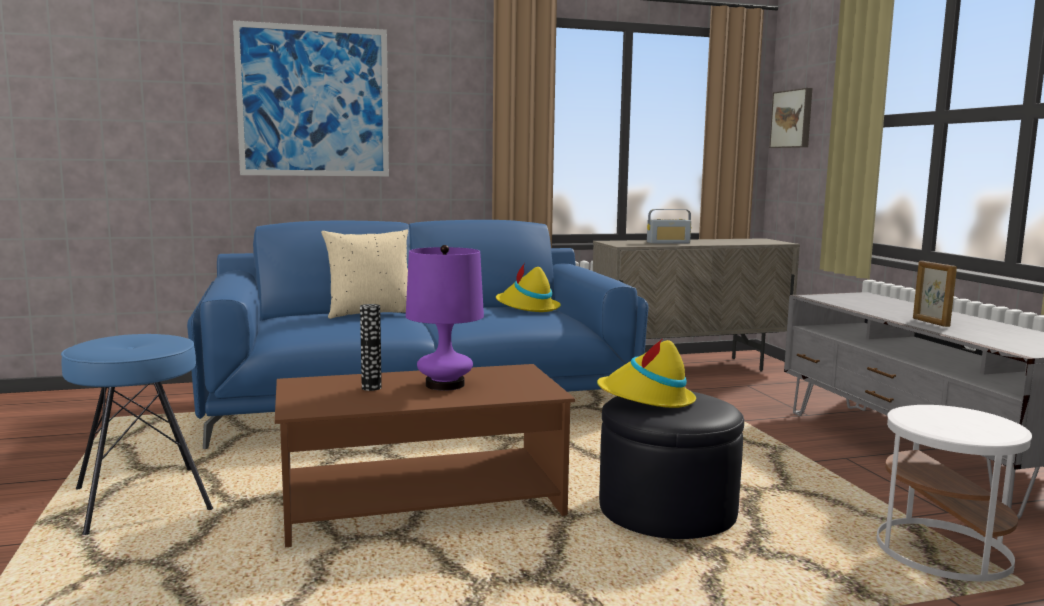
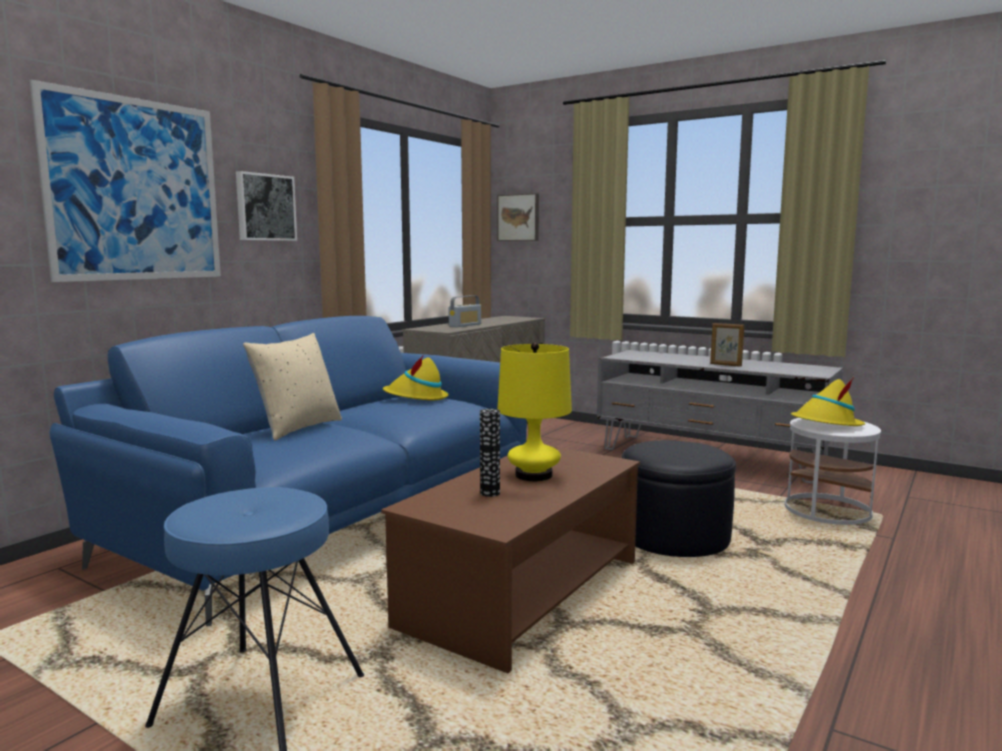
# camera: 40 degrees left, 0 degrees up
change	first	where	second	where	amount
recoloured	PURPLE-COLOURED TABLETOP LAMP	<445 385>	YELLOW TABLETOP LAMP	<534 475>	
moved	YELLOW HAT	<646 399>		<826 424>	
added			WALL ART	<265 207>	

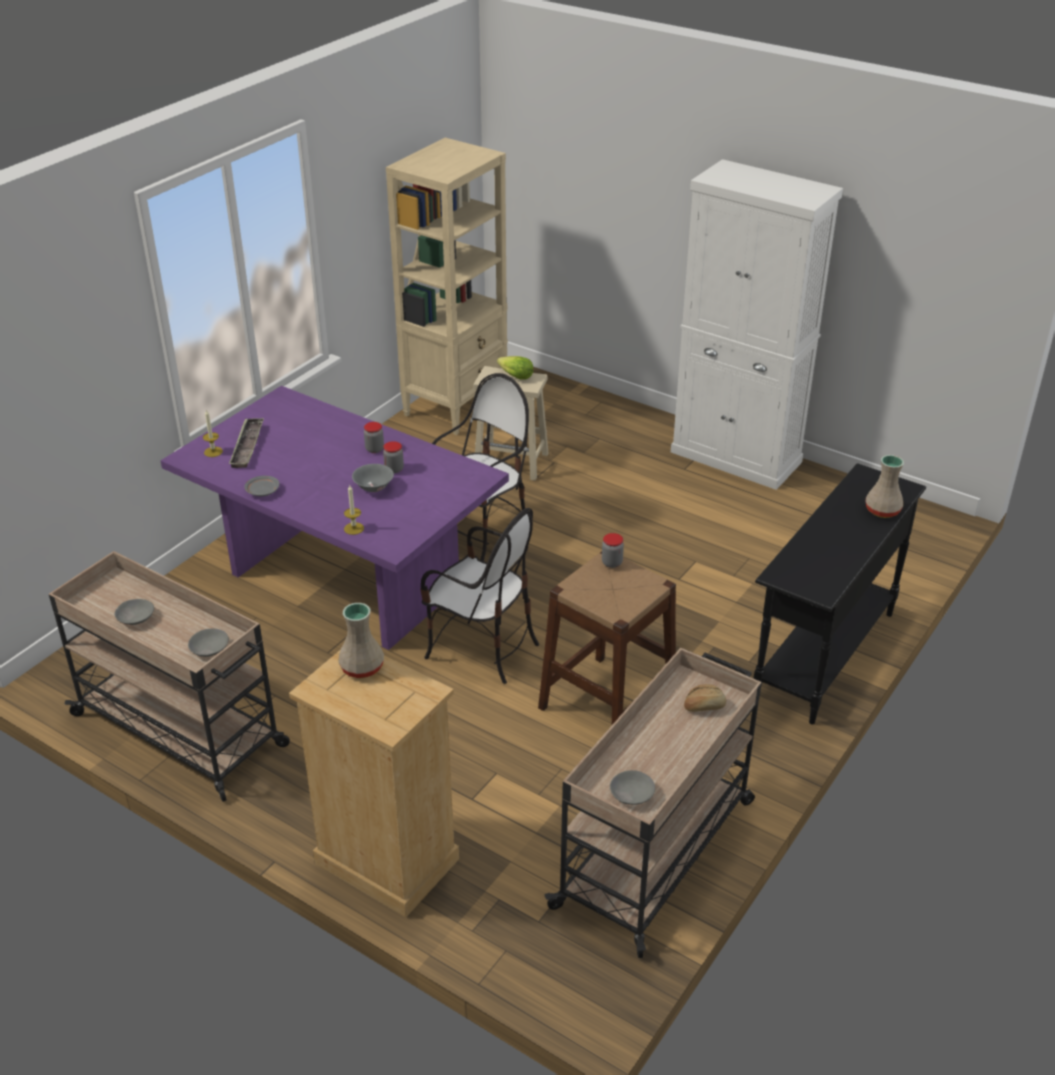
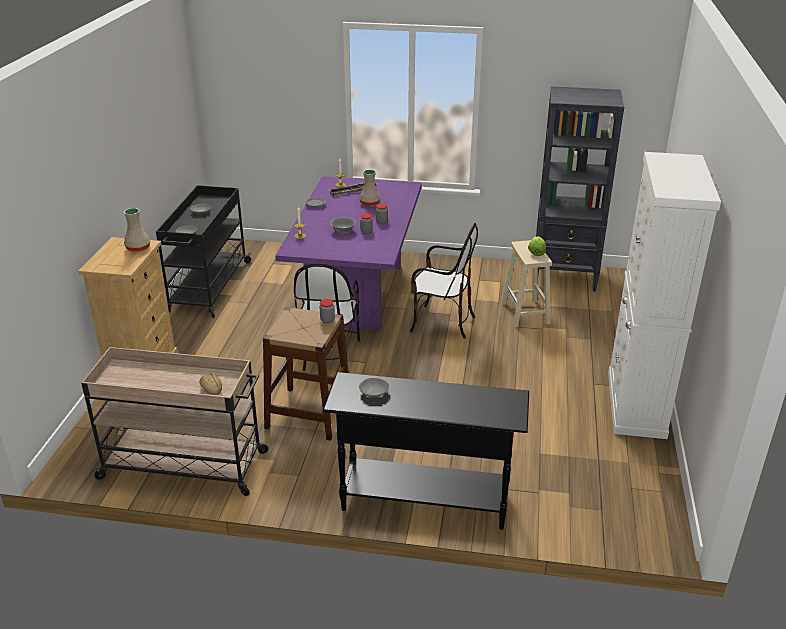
# camera: 65 degrees right, 5 degrees down
change	first	where	second	where	amount
recoloured	BEIGE-COLOURED BOOKCASE	<456 406>	BLACKISH BOOKCASE	<565 277>	
moved	BEIGE-COLOURED FLOWER VASE	<882 510>		<370 203>	
recoloured	BEIGE-COLOURED WHEELED CART	<181 731>	BLACKISH WHEELED CART	<209 287>	
moved	GRAY BOWL	<631 794>		<373 392>	

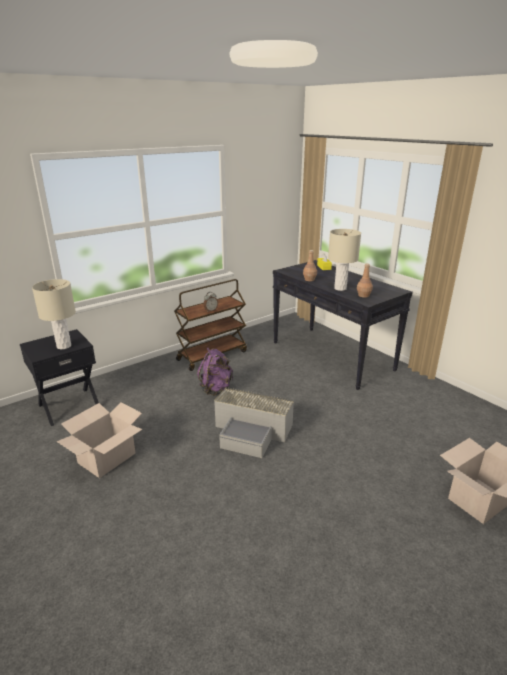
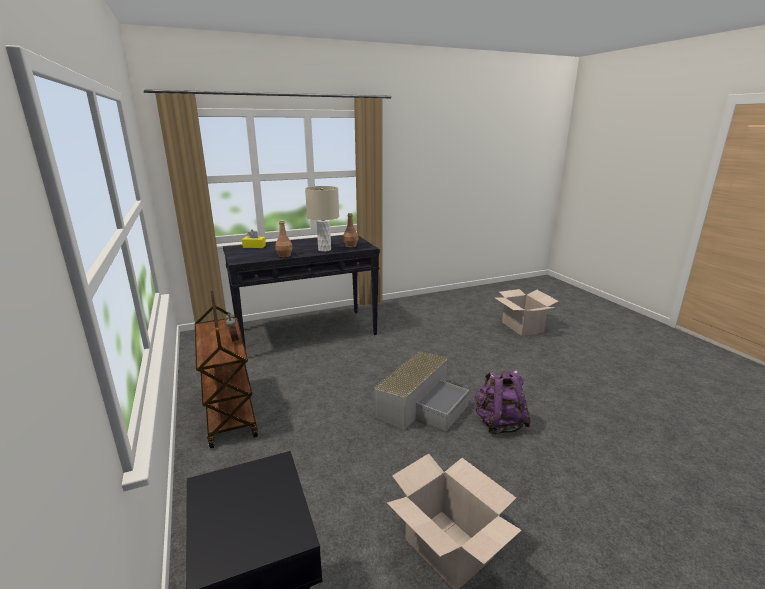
# camera: 75 degrees left, 5 degrees down
change	first	where	second	where	amount
removed	BEIGE-COLOURED TABLETOP LAMP	<63 346>			
moved	PURPLE-COLOURED KNAPSACK	<216 389>		<499 424>	

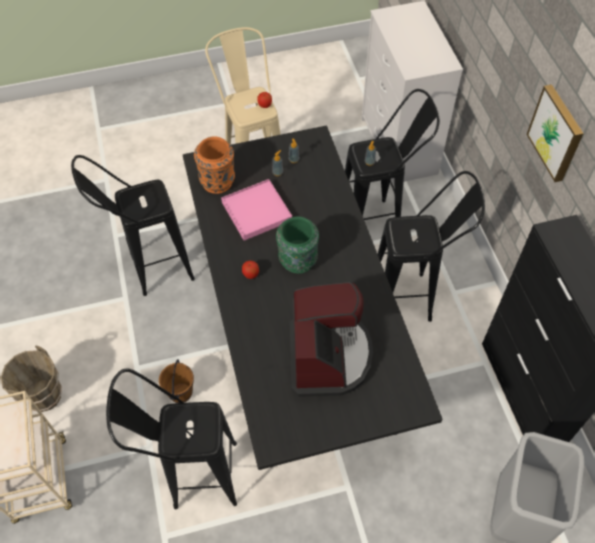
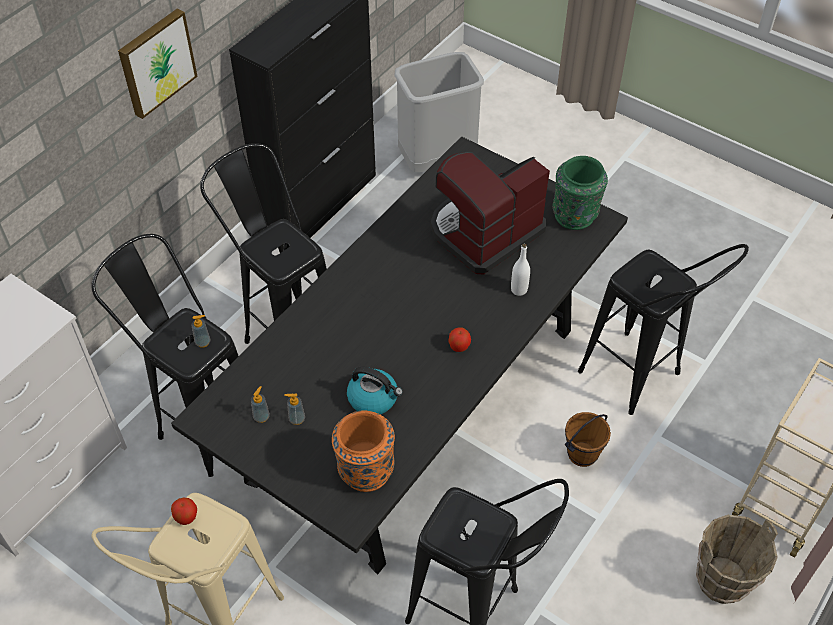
# camera: 130 degrees left, 5 degrees down
change	first	where	second	where	amount
replaced	PINK-COLOURED TRAY	<257 211>	WATER KETTLE	<374 398>	
moved	GREEN FLOWER VASE	<297 261>		<575 215>	
added			WHITISH DRINK BOTTLE	<519 290>	

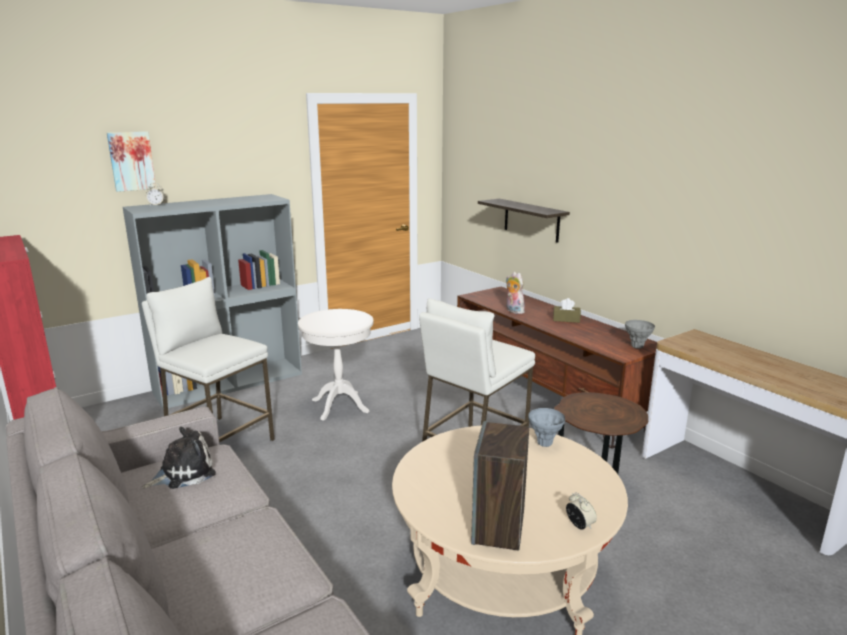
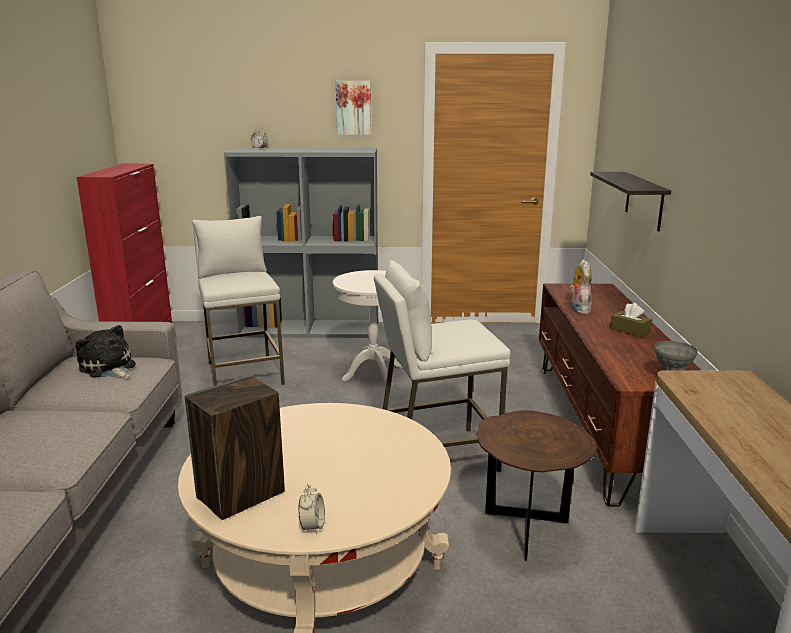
# camera: 35 degrees right, 0 degrees up
change	first	where	second	where	amount
moved	WALL ART	<131 161>		<353 107>	
removed	GRAY FLOWER VASE	<544 443>			
turned	PLUSH TOY	<183 472>		<108 368>	135 degrees counterclockwise

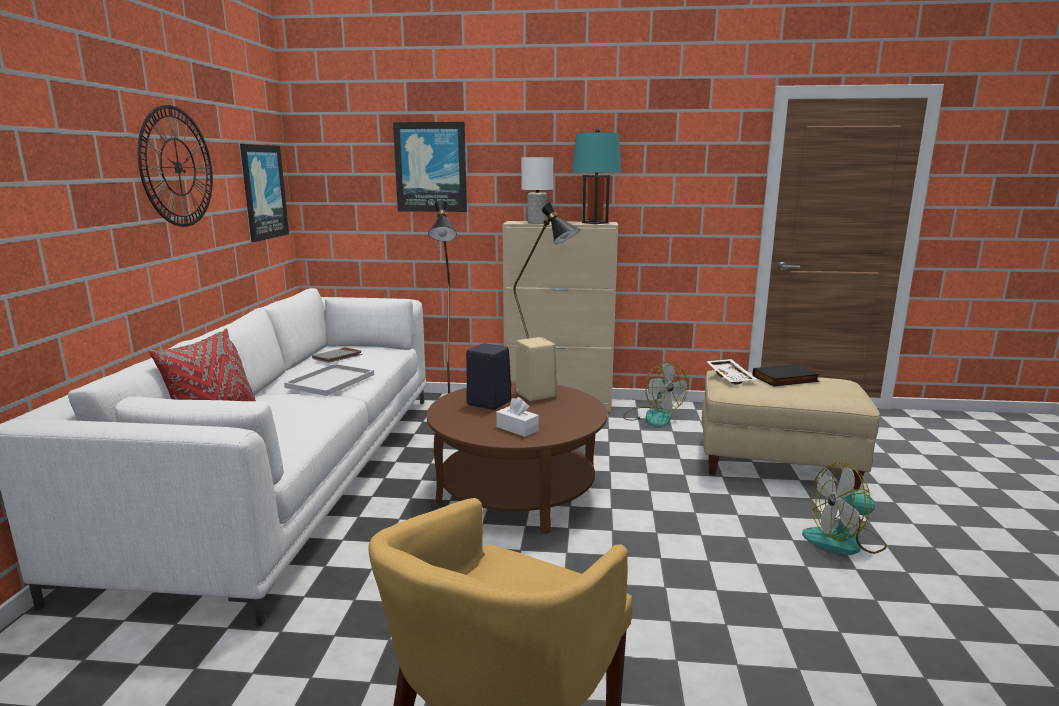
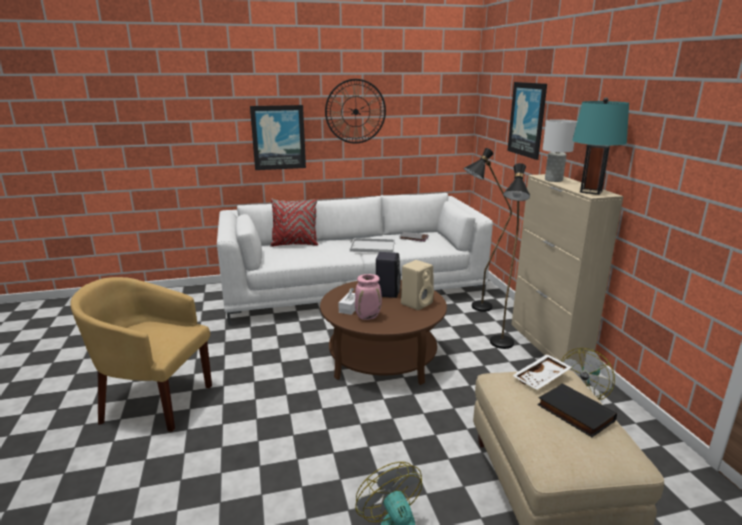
# camera: 70 degrees right, 5 degrees up
change	first	where	second	where	amount
moved	WALL ART	<263 192>		<278 137>	
added			PINK-COLOURED FLOWER VASE	<368 317>	

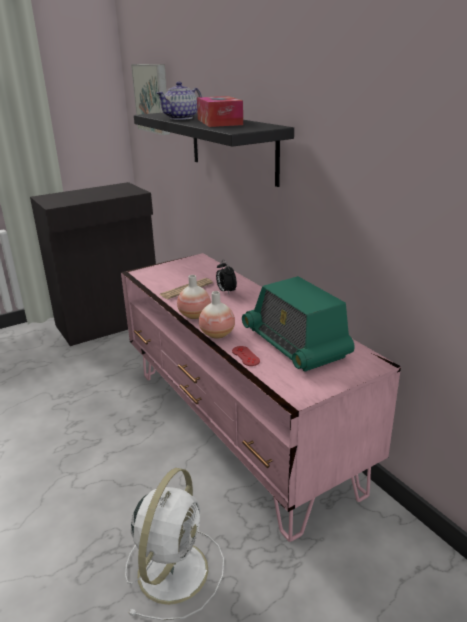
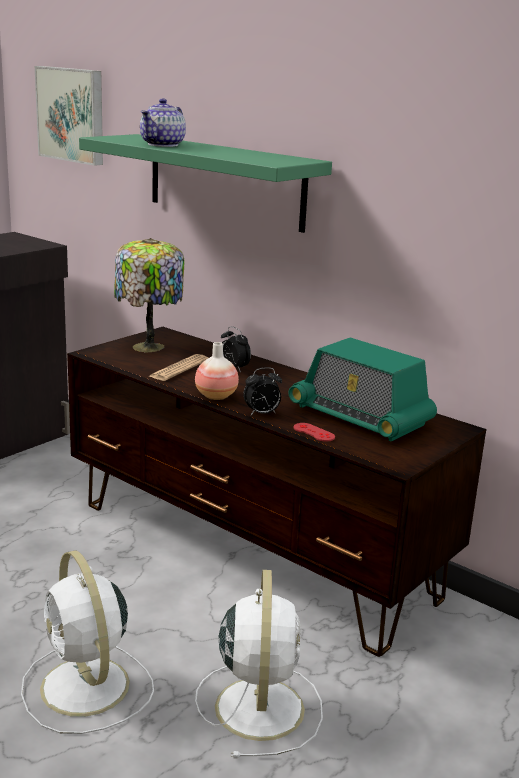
# camera: 20 degrees left, 5 degrees down
change	first	where	second	where	amount
removed	TISSUE BOX	<219 122>			
recoloured	BLACKISH SHELF	<232 145>	GREEN SHELF	<225 181>	
recoloured	PINK-COLOURED TV UNIT	<237 427>	BROWNISH TV UNIT	<252 550>	
replaced	FLOWER VASE	<217 334>	BEDSIDE CLOCK	<262 414>	
added			TABLETOP LAMP	<148 348>	
added			WHITISH FAN	<86 689>	

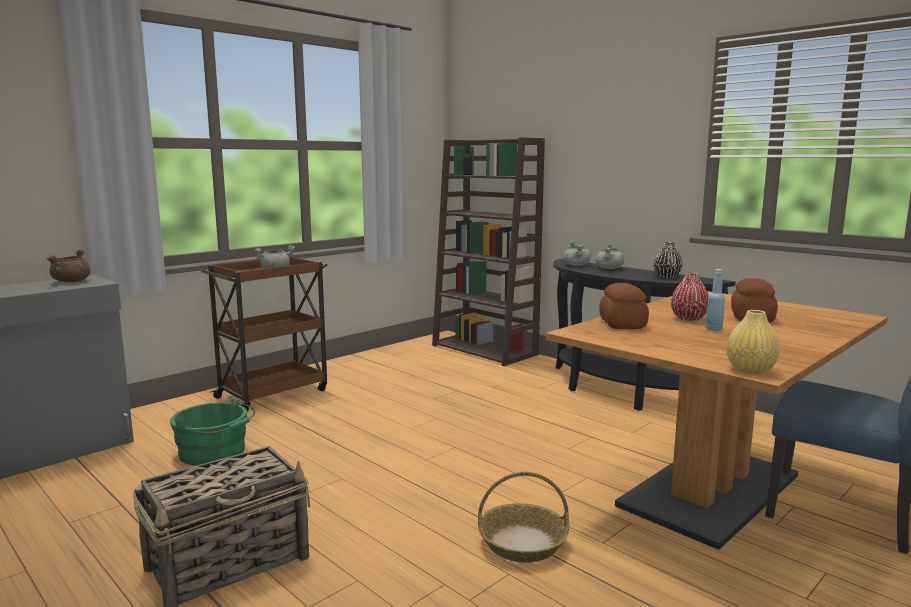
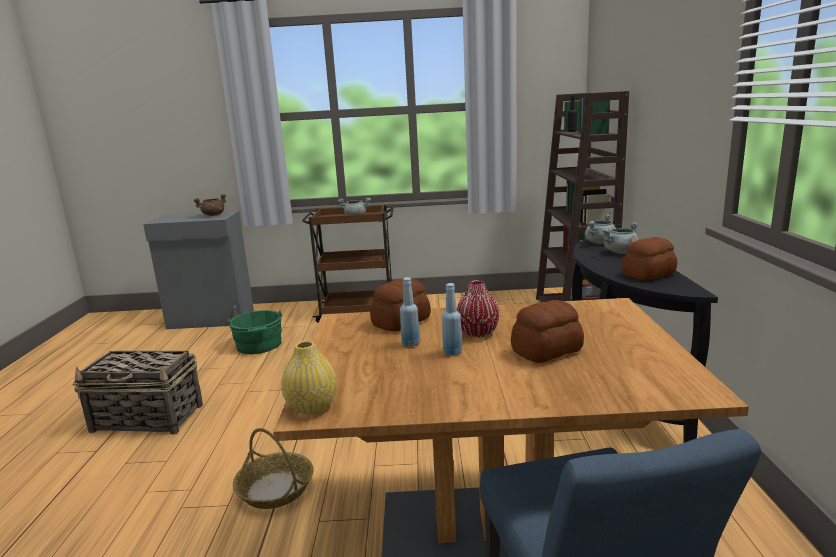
# camera: 45 degrees right, 5 degrees up
change	first	where	second	where	amount
replaced	BLACKISH FLOWER VASE	<666 276>	BAKERY BREAD	<647 274>	
added			BLUISH DRINK BOTTLE	<411 343>	

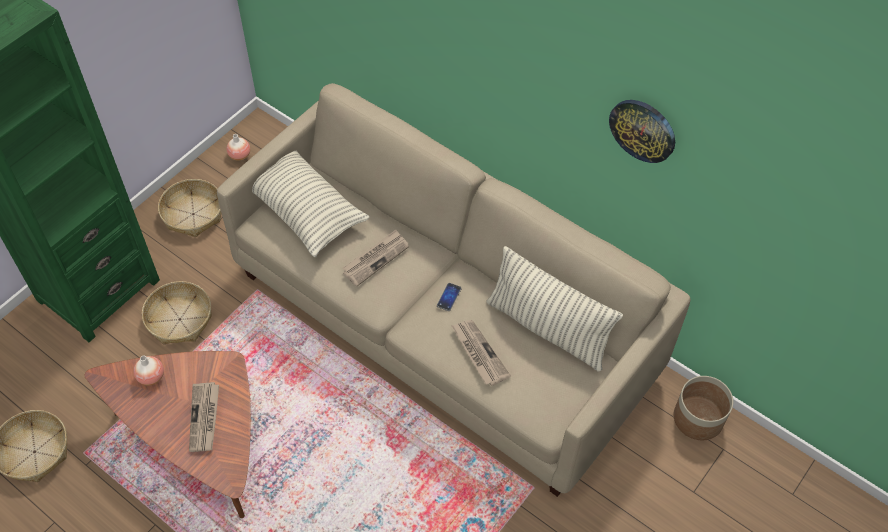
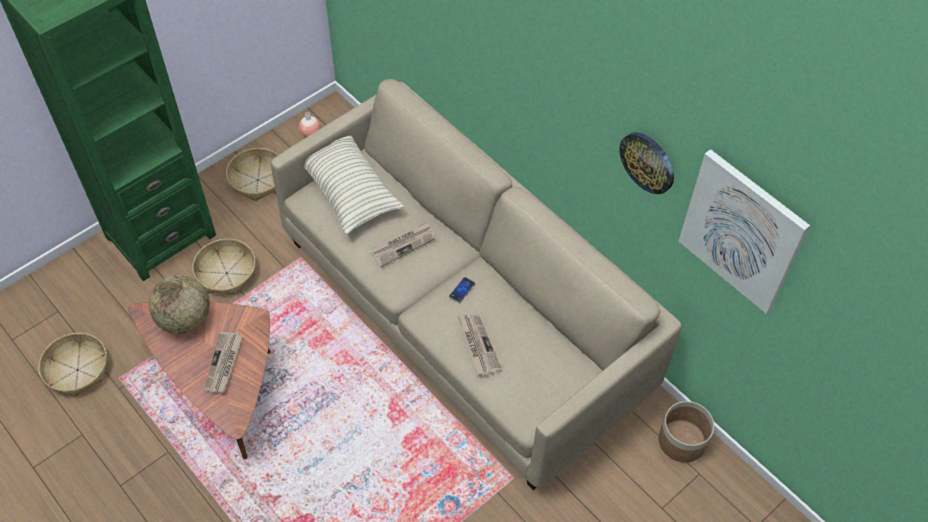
# camera: 10 degrees right, 0 degrees up
change	first	where	second	where	amount
removed	CUSHION	<548 329>			
replaced	FLOWER VASE	<151 377>	GLOBE	<185 319>	
added			WALL ART	<742 231>	

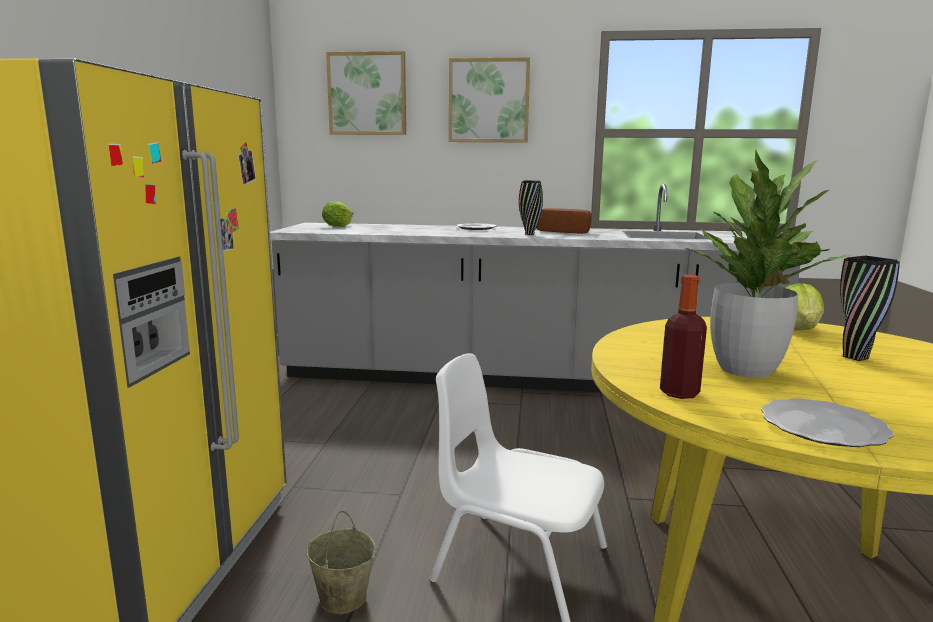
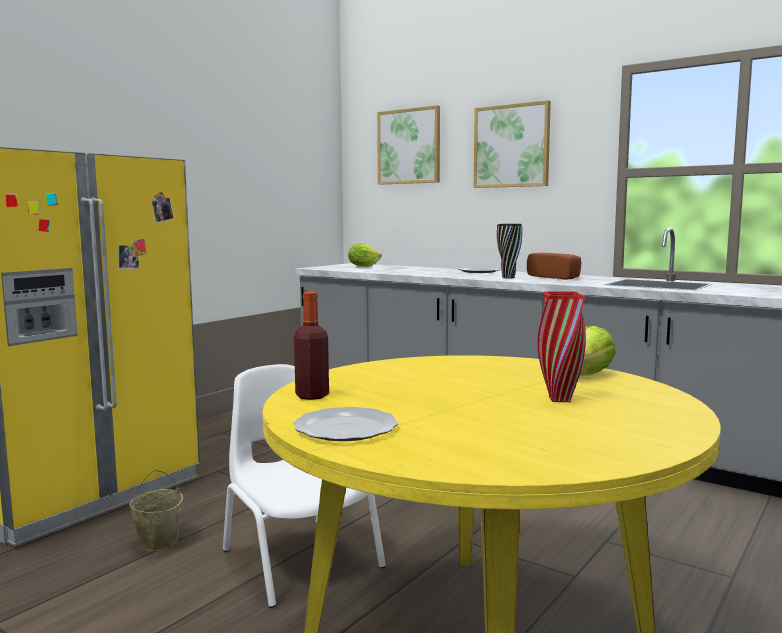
# camera: 30 degrees right, 5 degrees down
change	first	where	second	where	amount
removed	HOUSEPLANT	<746 369>			
recoloured	BLACKISH FLOWER VASE	<855 357>	RED-COLOURED FLOWER VASE	<559 399>	

